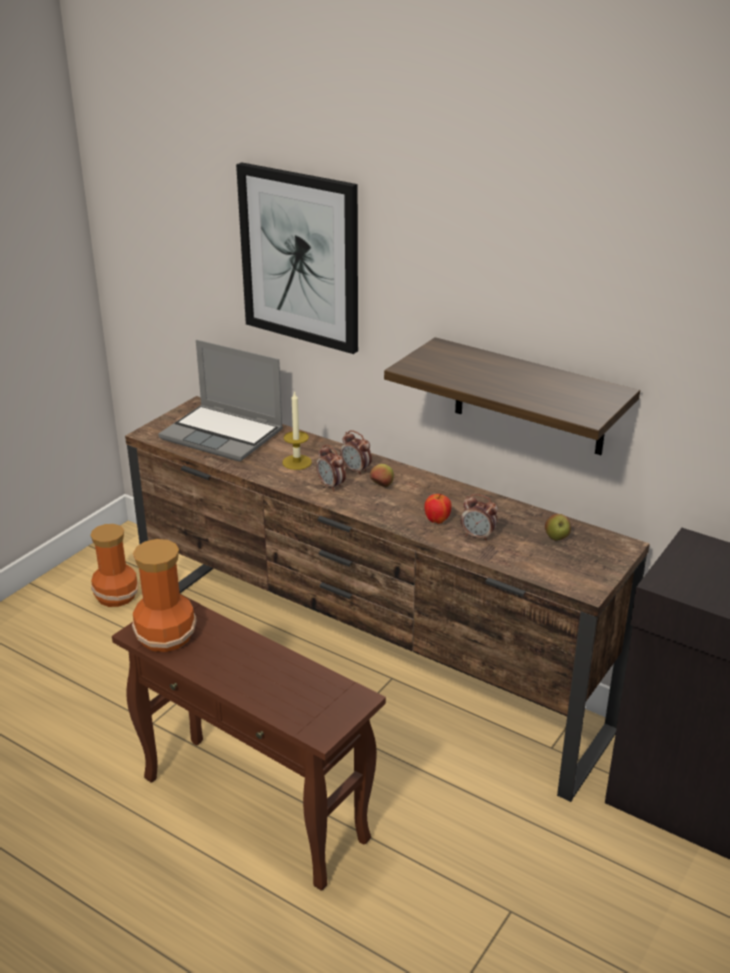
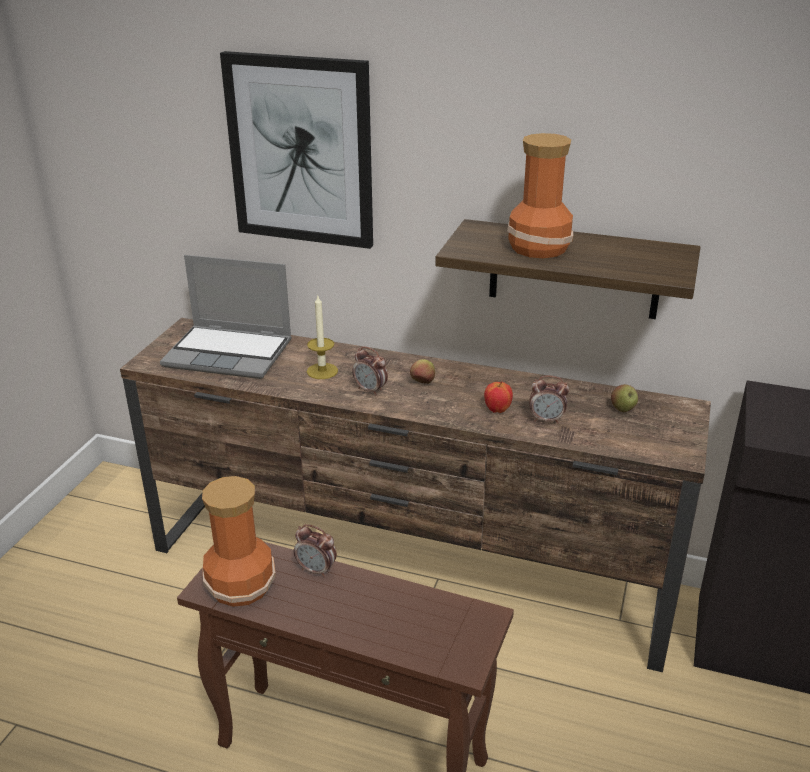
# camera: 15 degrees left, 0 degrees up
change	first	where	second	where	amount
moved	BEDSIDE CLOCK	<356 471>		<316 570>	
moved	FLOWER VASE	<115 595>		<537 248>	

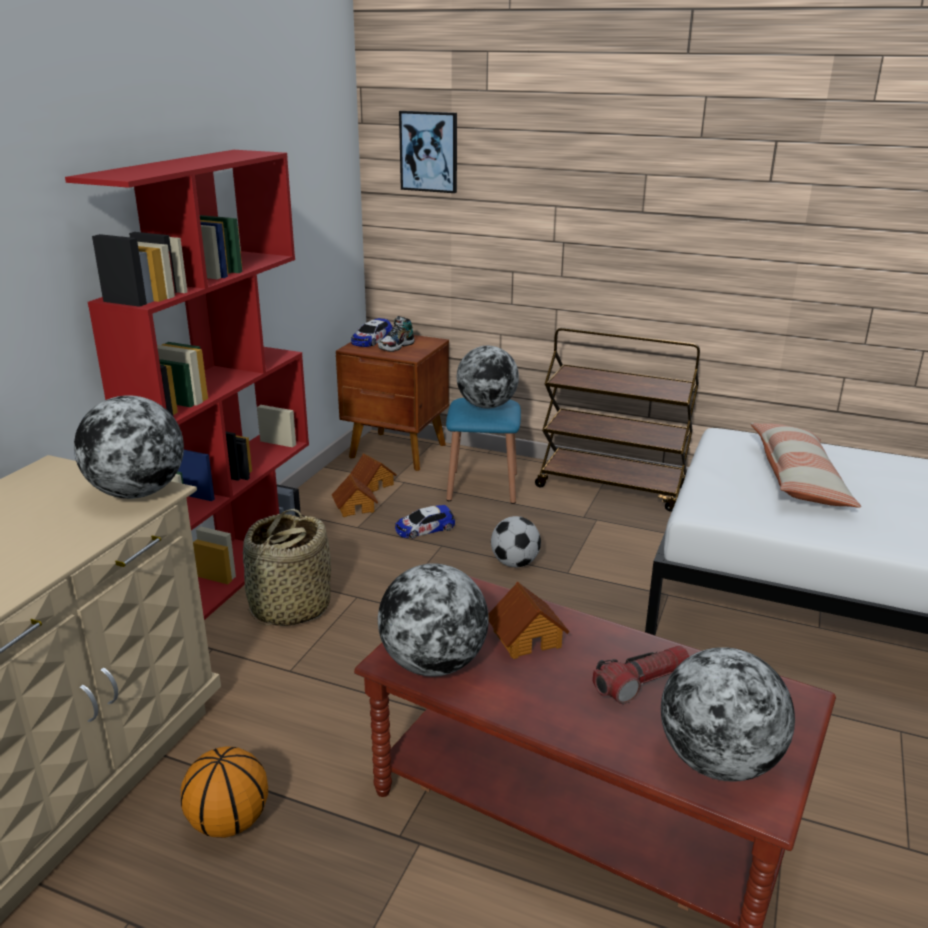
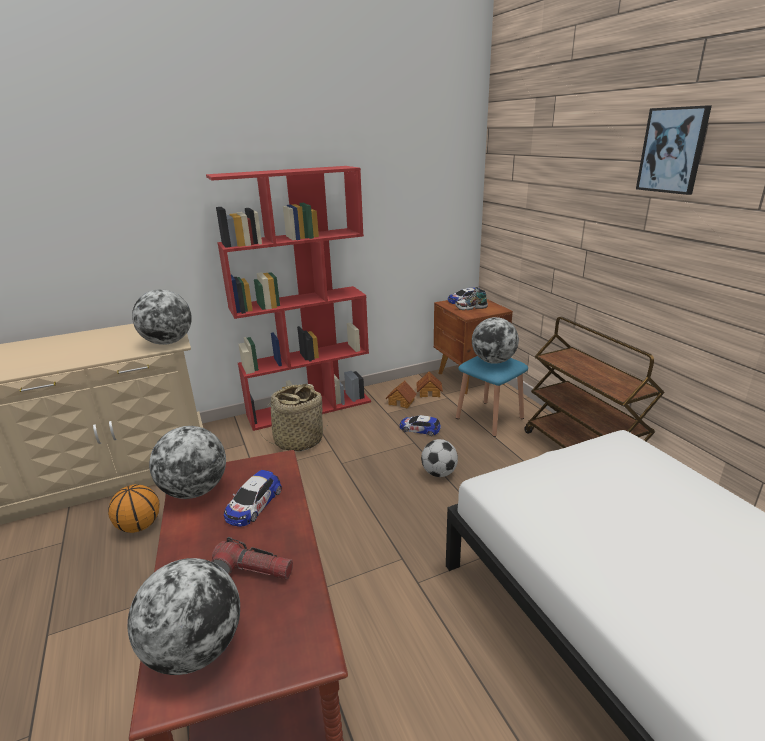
# camera: 45 degrees right, 0 degrees up
change	first	where	second	where	amount
moved	WALL ART	<429 151>		<672 150>	
removed	CUSHION	<798 479>			
replaced	MINIATURE HOUSE	<526 638>	TOY CAR	<253 504>	

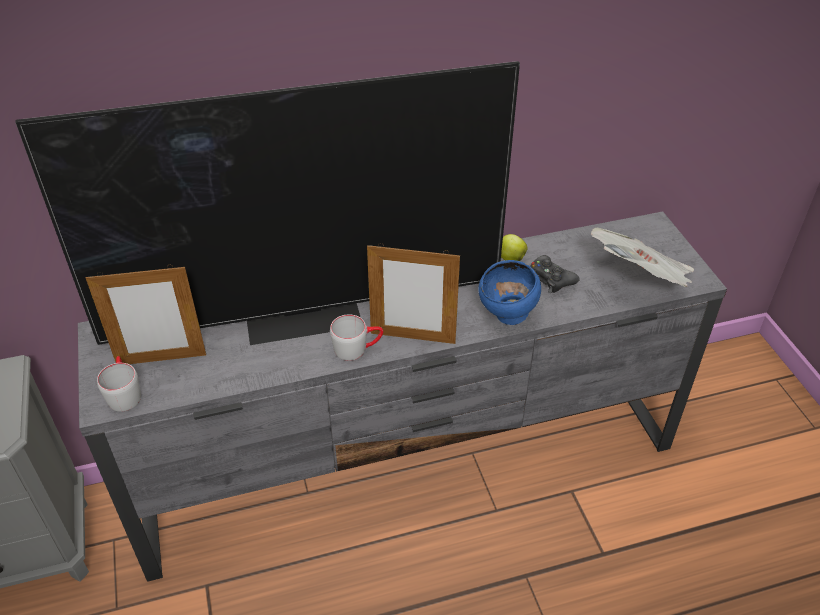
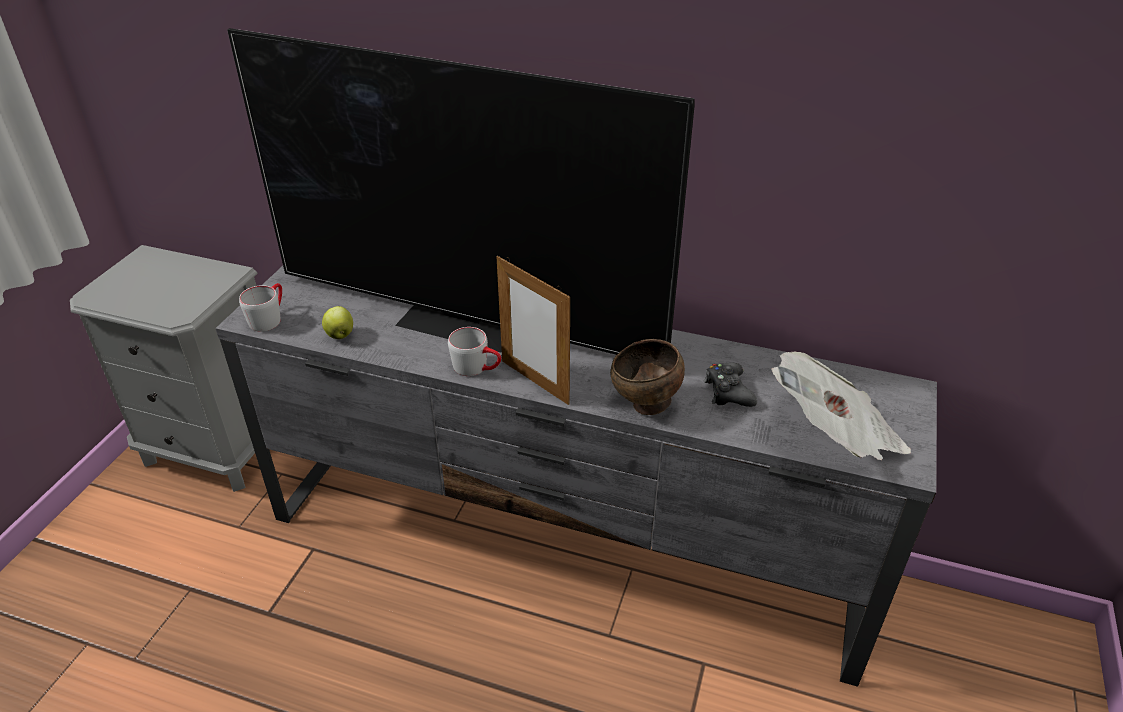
# camera: 35 degrees right, 5 degrees down
change	first	where	second	where	amount
moved	WHOLE APPLE	<510 258>		<340 335>	
recoloured	BLUISH BOWL	<507 317>	BROWNISH BOWL	<645 405>	
removed	PHOTO FRAME	<161 359>			

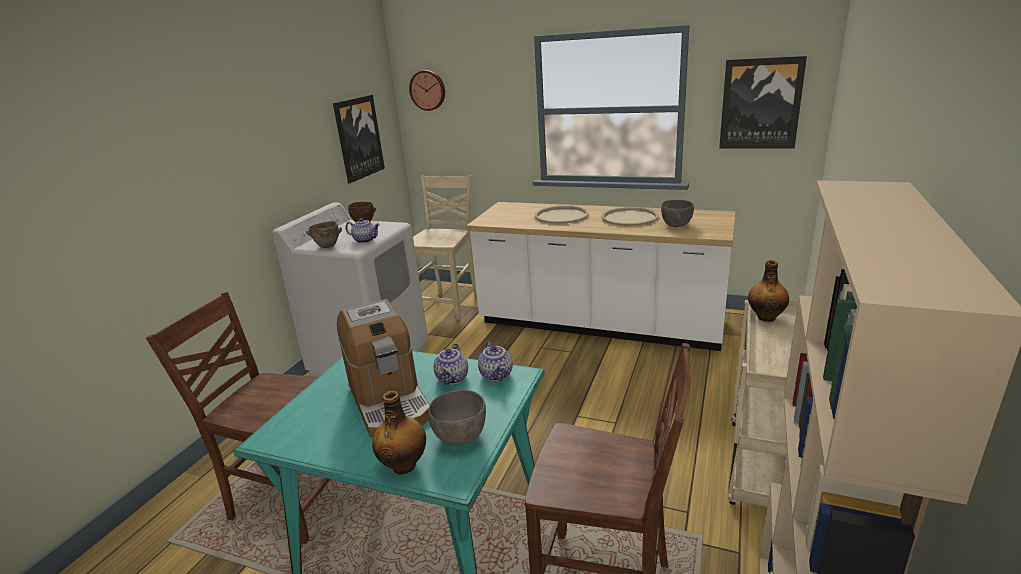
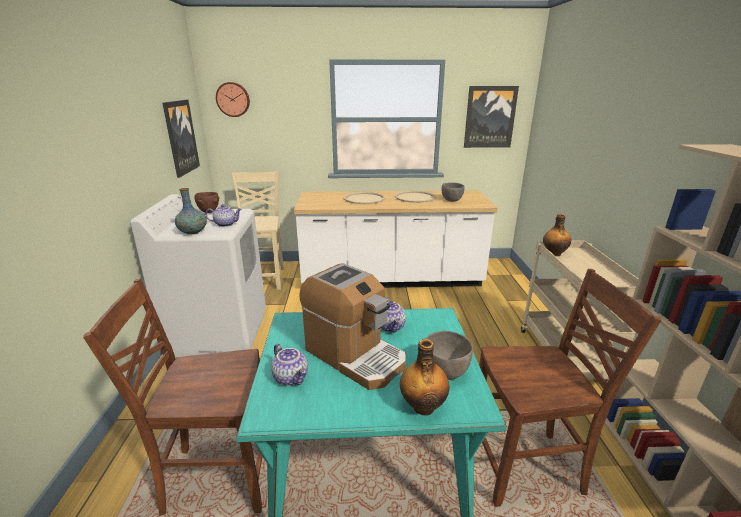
# camera: 25 degrees left, 0 degrees up
change	first	where	second	where	amount
replaced	BROWNISH BOWL	<328 247>	FLOWER VASE	<193 232>	
moved	TEAPOT	<497 375>		<292 377>	

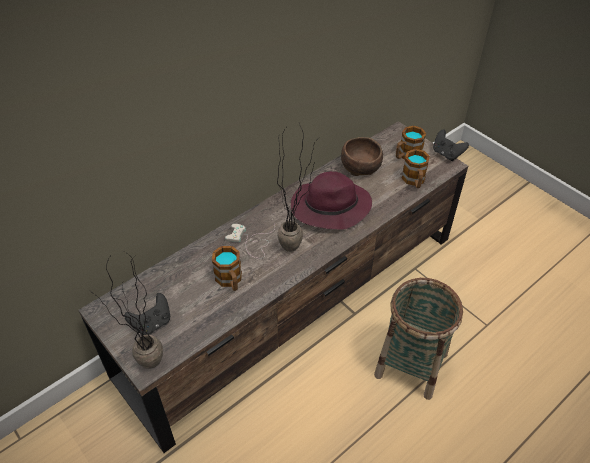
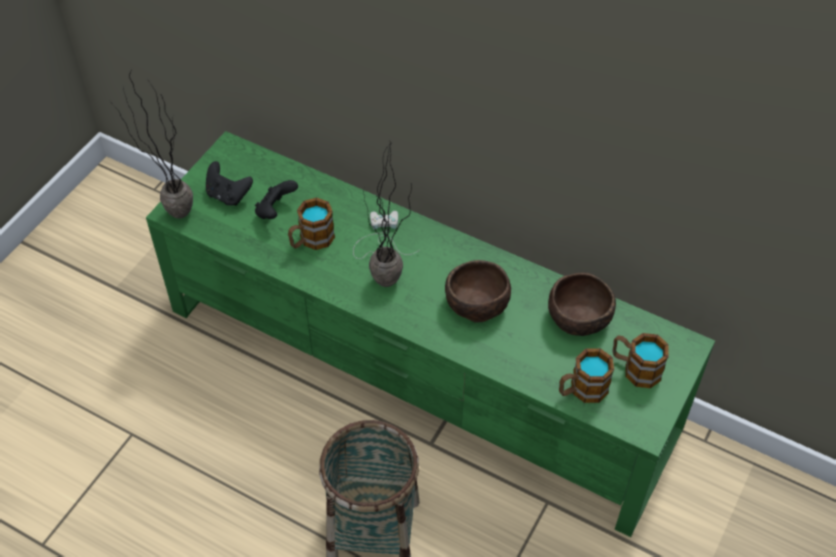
# camera: 70 degrees right, 5 degrees up
change	first	where	second	where	amount
recoloured	BROWNISH TV UNIT	<296 302>	GREEN TV UNIT	<420 370>	
moved	BLACKISH GAMEPAD	<446 154>		<275 211>	
replaced	PURPLE-COLOURED HAT	<329 208>	BROWNISH BOWL	<475 302>	

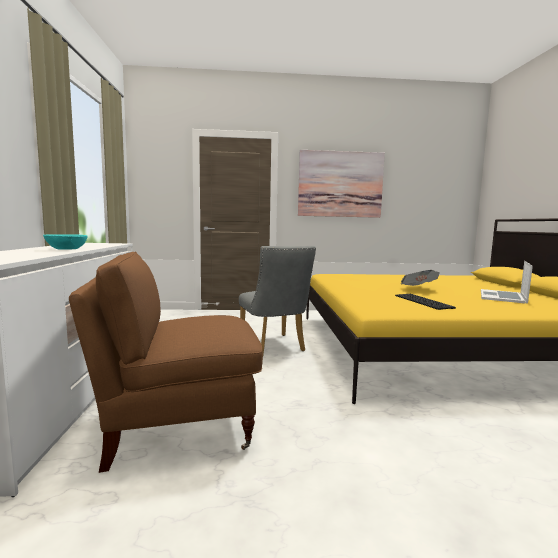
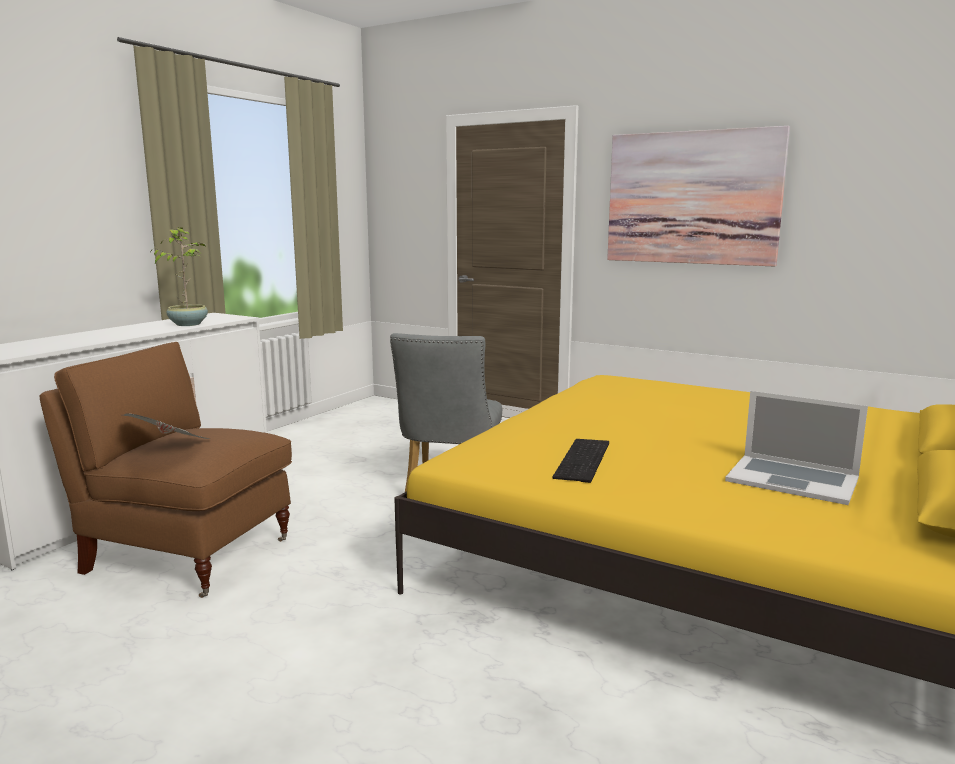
# camera: 35 degrees right, 5 degrees up
change	first	where	second	where	amount
removed	BLUE-GREEN BOWL	<66 249>			
turned	NOTEBOOK COMPUTER	<503 297>		<792 479>	120 degrees counterclockwise
moved	PRINTED PAPER	<418 288>		<170 447>	
added			HOUSEPLANT	<188 324>	

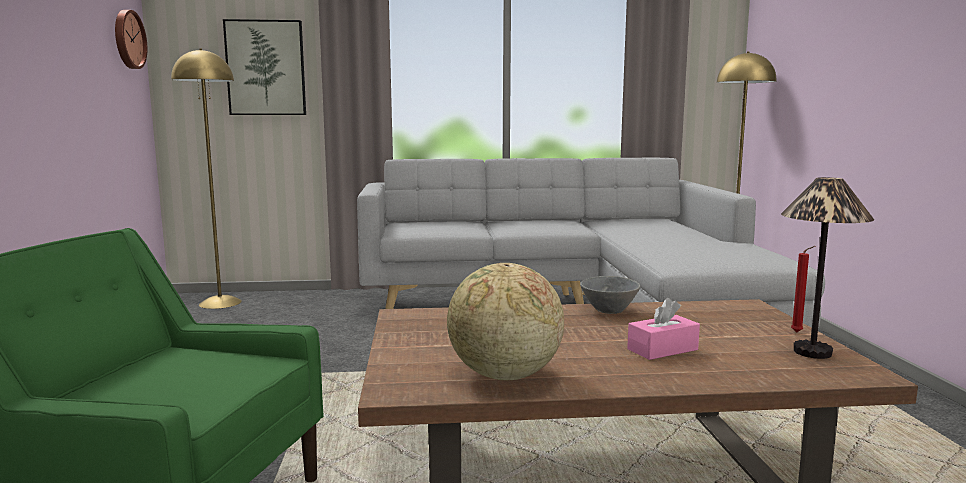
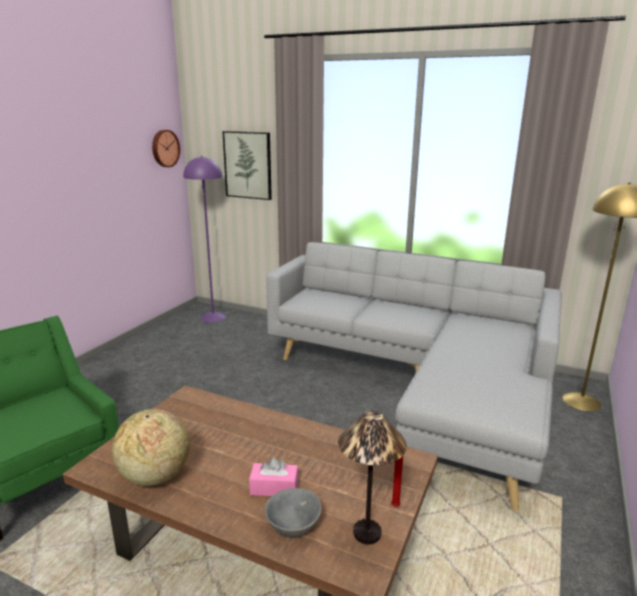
# camera: 30 degrees right, 10 degrees up
change	first	where	second	where	amount
recoloured	YELLOW STANDARD LAMP	<220 303>	PURPLE-COLOURED STANDARD LAMP	<213 317>	
moved	GRAY BOWL	<607 310>		<292 527>	

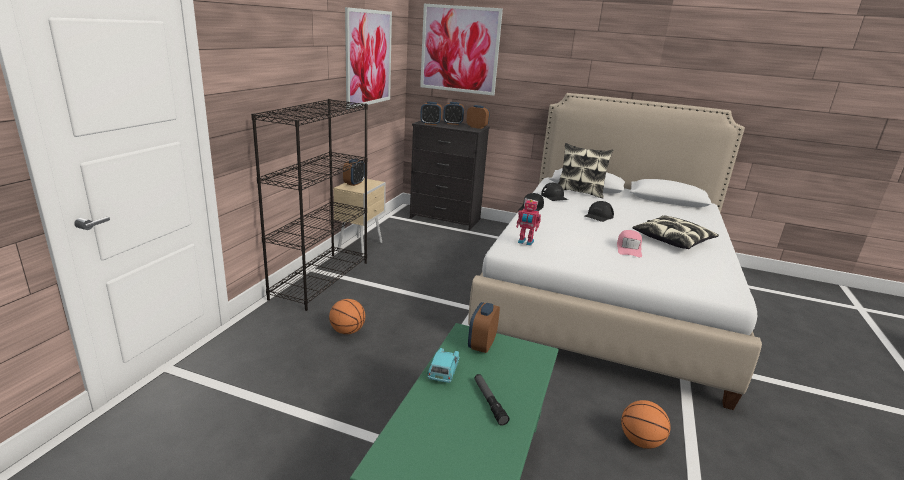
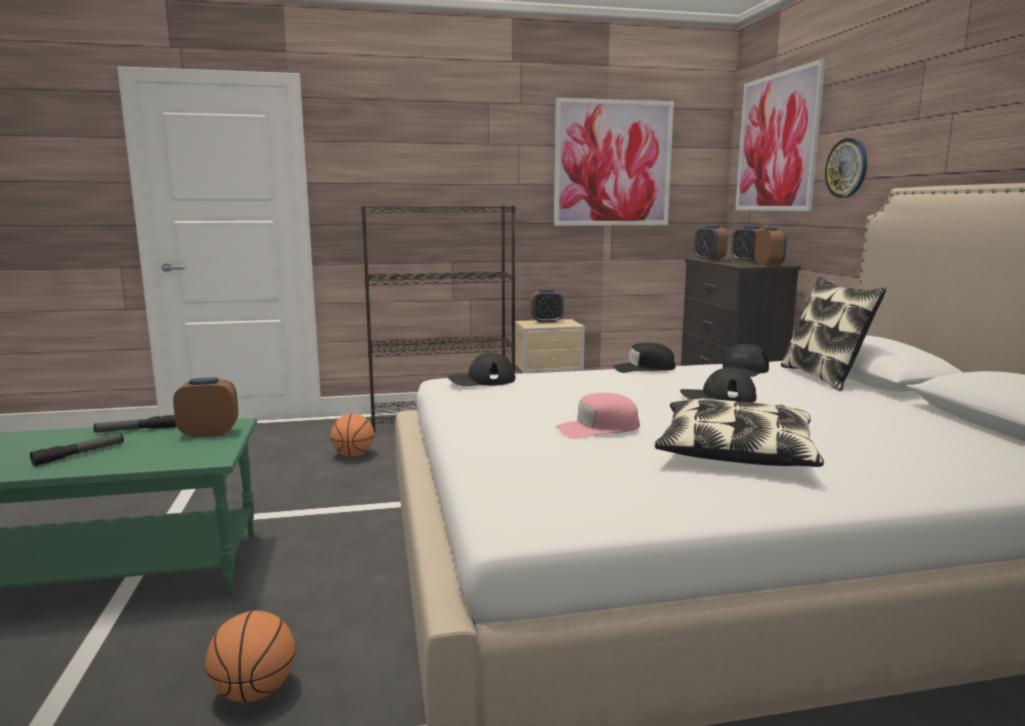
# camera: 60 degrees right, 10 degrees down
change	first	where	second	where	amount
replaced	MODEL ROBOT	<525 242>	BLACKISH CAP	<481 380>	
replaced	BLUE-GREEN TOY CAR	<443 372>	FLASHLIGHT	<136 430>	
added			WALL CLOCK	<847 168>	

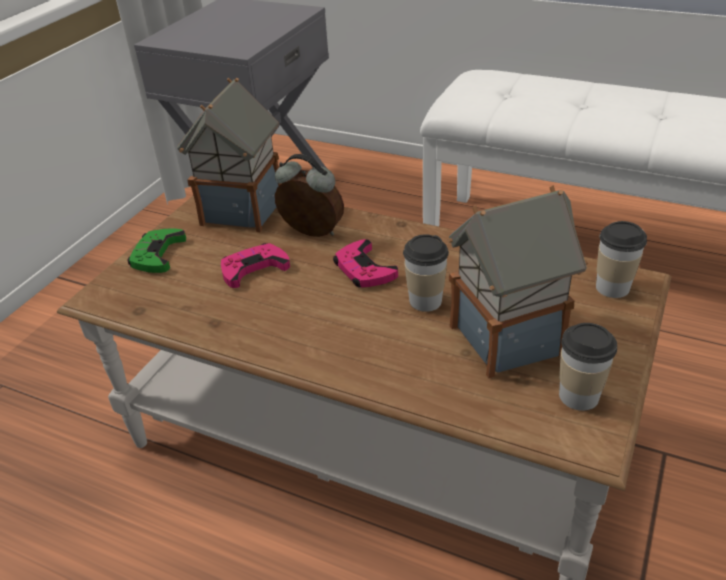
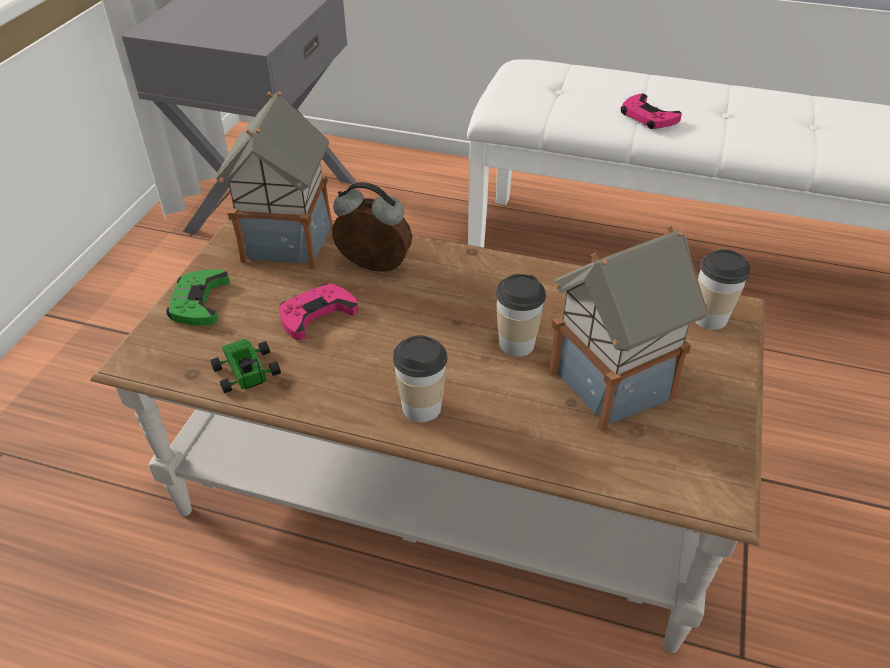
# camera: 10 degrees left, 5 degrees up
change	first	where	second	where	amount
moved	PINK-COLOURED GAMEPAD	<364 270>		<647 117>	
moved	DRINKING CUP	<578 396>		<421 407>	
added			TOY CAR	<243 365>	

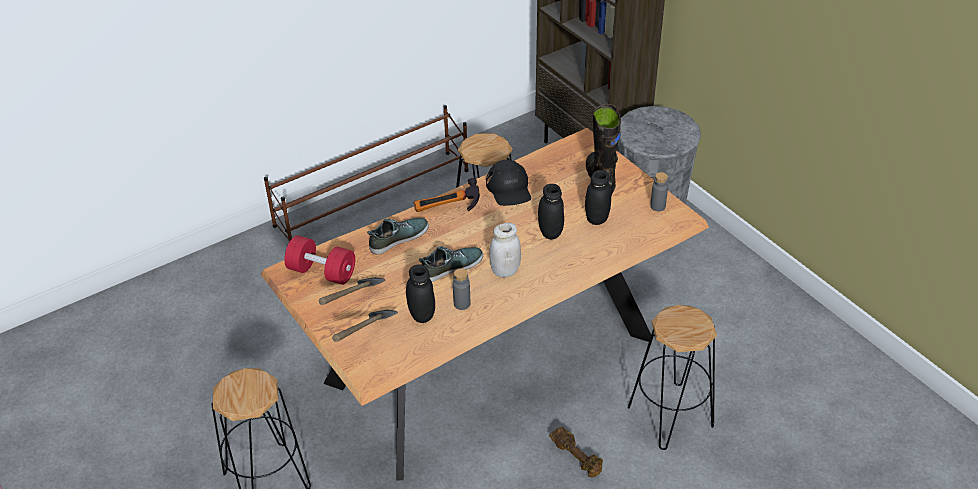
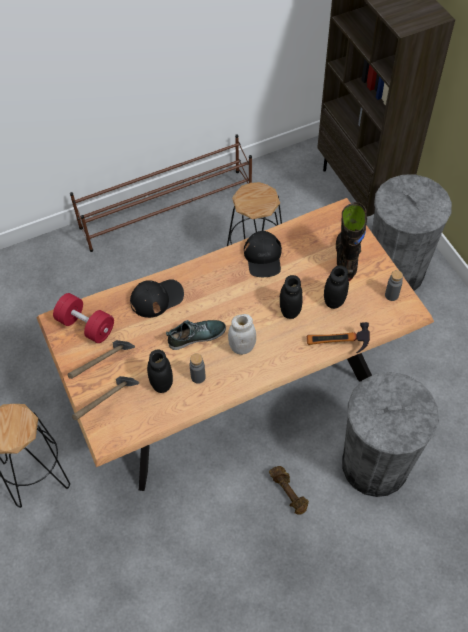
# camera: 10 degrees right, 15 degrees up
change	first	where	second	where	amount
moved	HAMMER	<448 210>		<337 346>	
replaced	LOW SHOE	<398 238>	BLACKISH CAP	<157 298>	
replaced	BLACKISH SITTING STOOL	<669 416>	GRAY WASTE BIN	<375 465>	

